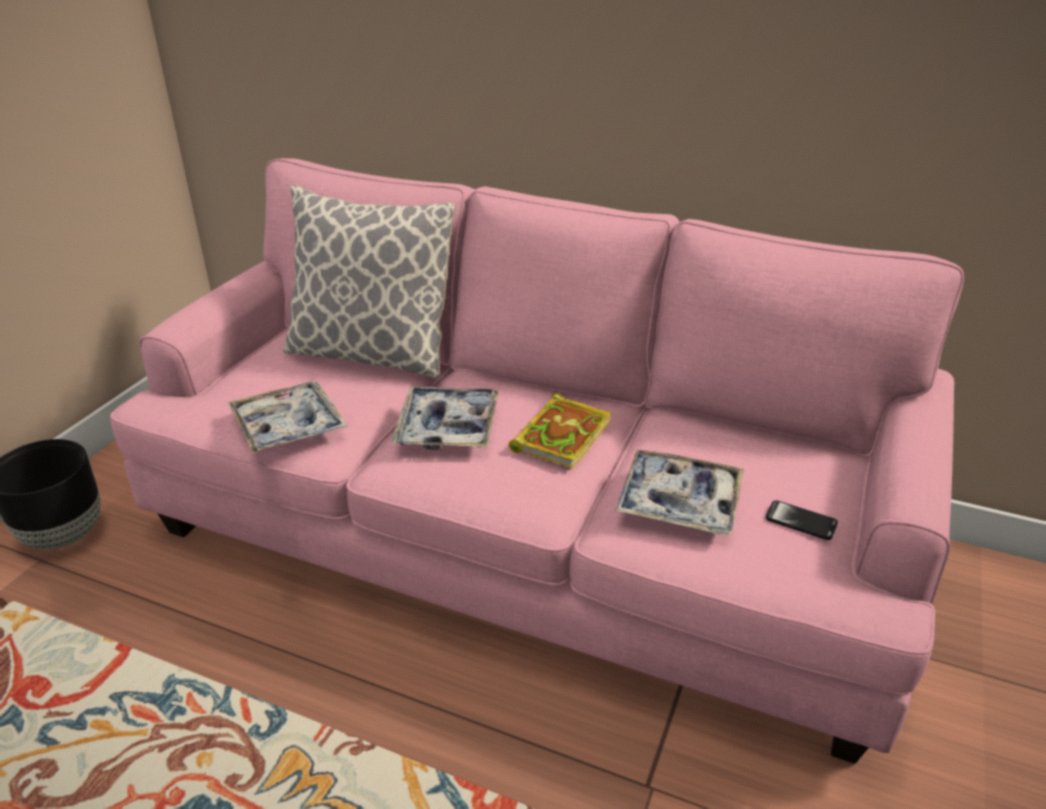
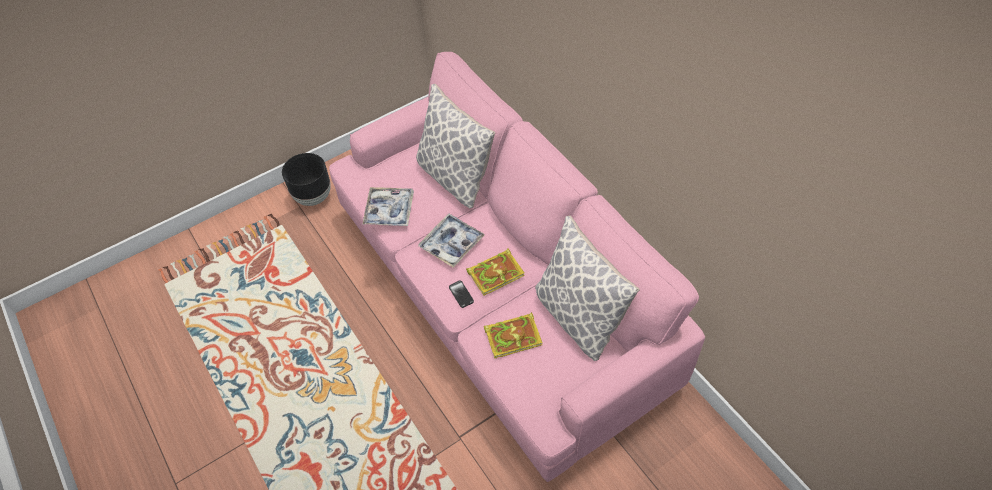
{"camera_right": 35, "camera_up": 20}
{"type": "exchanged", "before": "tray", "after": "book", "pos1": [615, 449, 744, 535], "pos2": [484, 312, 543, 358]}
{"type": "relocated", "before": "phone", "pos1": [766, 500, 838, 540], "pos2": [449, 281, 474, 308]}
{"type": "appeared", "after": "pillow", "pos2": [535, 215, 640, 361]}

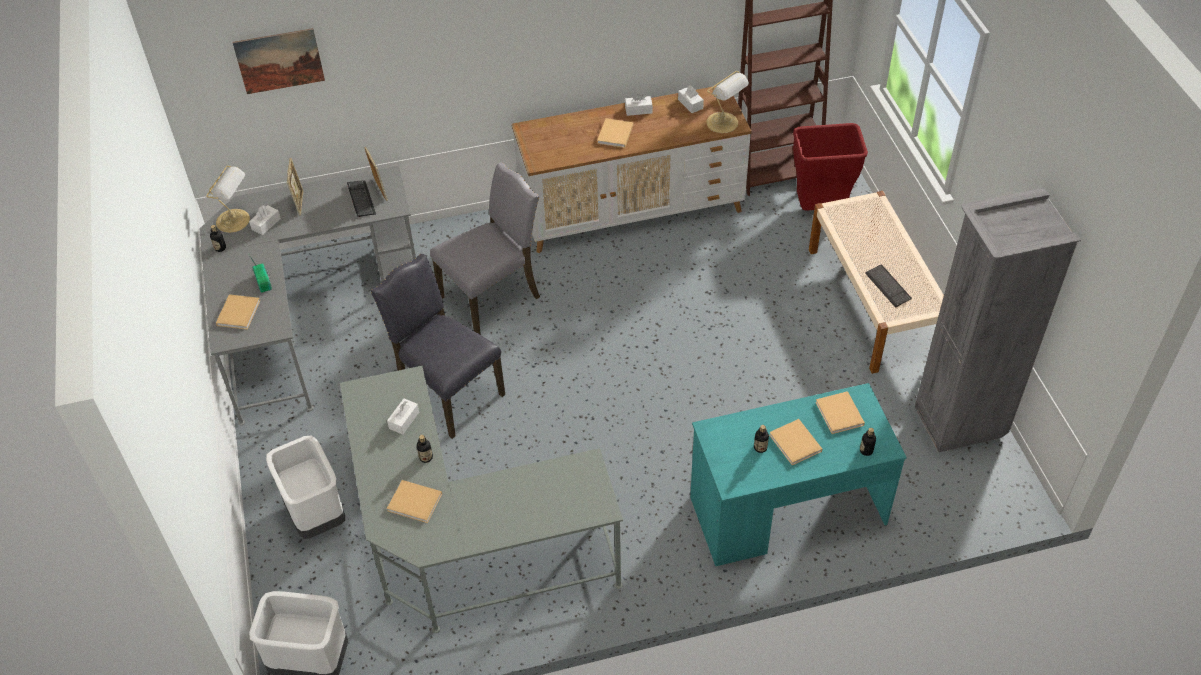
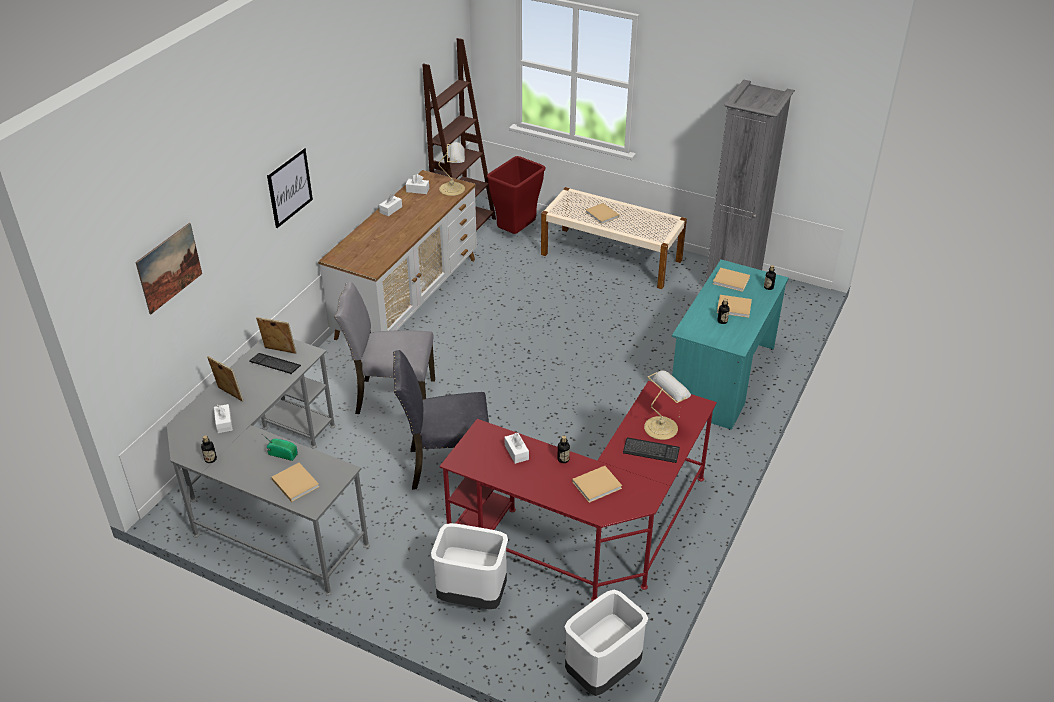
{"camera_right": -50, "camera_up": -10}
{"type": "relocated", "before": "book (beige)", "pos1": [597, 118, 633, 148], "pos2": [585, 203, 619, 224]}
{"type": "spun", "before": "chair (grey)", "pos1": [430, 163, 540, 335], "pos2": [334, 282, 435, 414], "turn": -90}
{"type": "relocated", "before": "table lamp", "pos1": [206, 166, 250, 233], "pos2": [644, 370, 691, 440]}
{"type": "relocated", "before": "keyboard", "pos1": [865, 264, 912, 308], "pos2": [623, 437, 680, 463]}
{"type": "colour", "before": "desk (grey)", "after": "desk (red)", "pos1": [340, 366, 623, 633], "pos2": [440, 381, 717, 601]}
{"type": "appeared", "after": "picture", "pos2": [267, 148, 313, 228]}

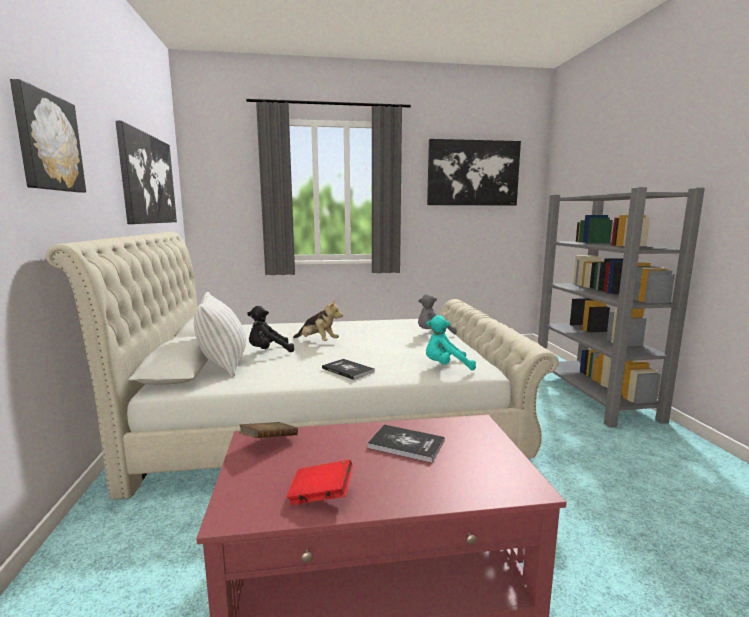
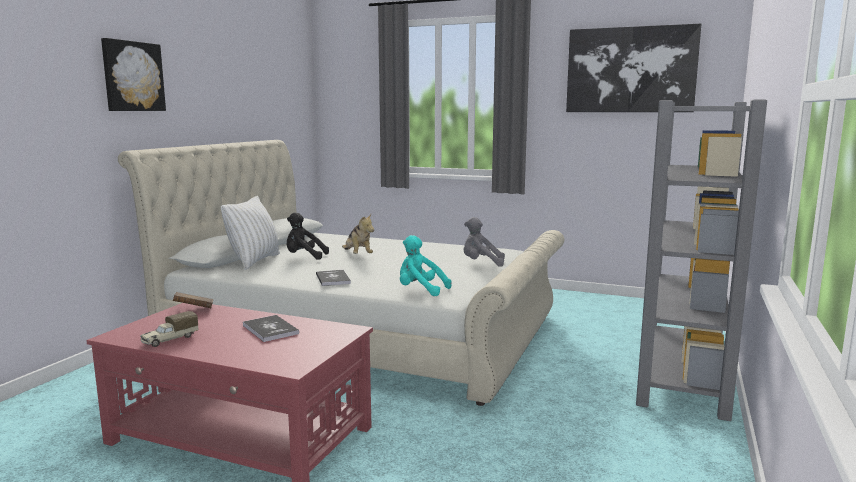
{"camera_right": 30, "camera_up": 0}
{"type": "missing", "before": "picture", "pos1": [116, 121, 177, 224]}
{"type": "exchanged", "before": "book (red)", "after": "toy truck", "pos1": [287, 460, 353, 505], "pos2": [140, 311, 199, 347]}

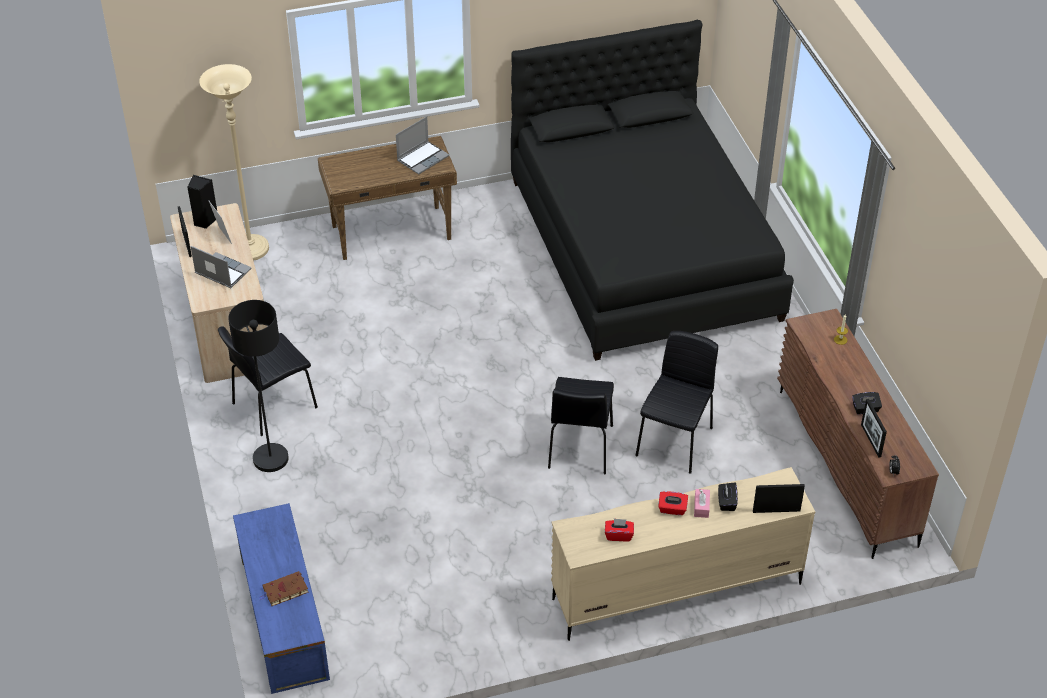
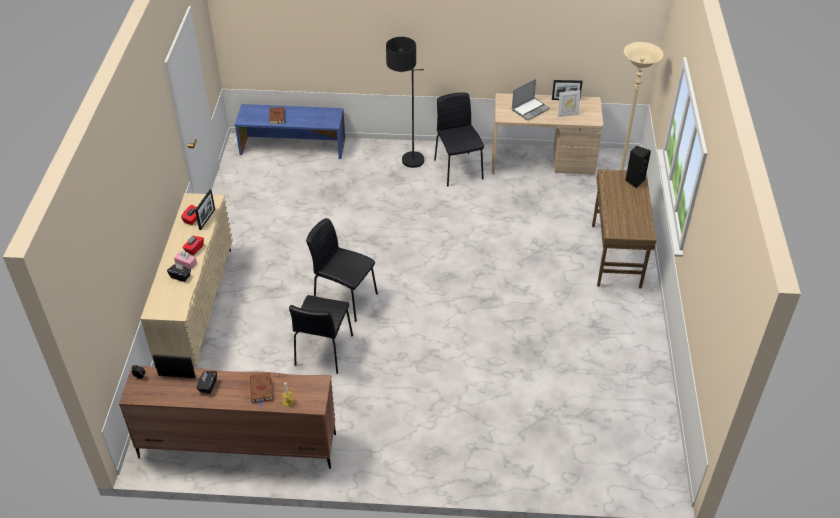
{"camera_right": 110, "camera_up": 0}
{"type": "missing", "before": "bed (black)", "pos1": [511, 20, 794, 361]}
{"type": "missing", "before": "laptop", "pos1": [396, 116, 449, 175]}
{"type": "relocated", "before": "speaker (black)", "pos1": [187, 175, 217, 229], "pos2": [625, 146, 651, 188]}
{"type": "spun", "before": "chair (black)", "pos1": [635, 331, 718, 474], "pos2": [289, 295, 353, 374], "turn": 60}
{"type": "relocated", "before": "picture frame", "pos1": [753, 484, 805, 513], "pos2": [195, 189, 215, 230]}
{"type": "appeared", "after": "book (brown)", "pos2": [250, 373, 272, 407]}

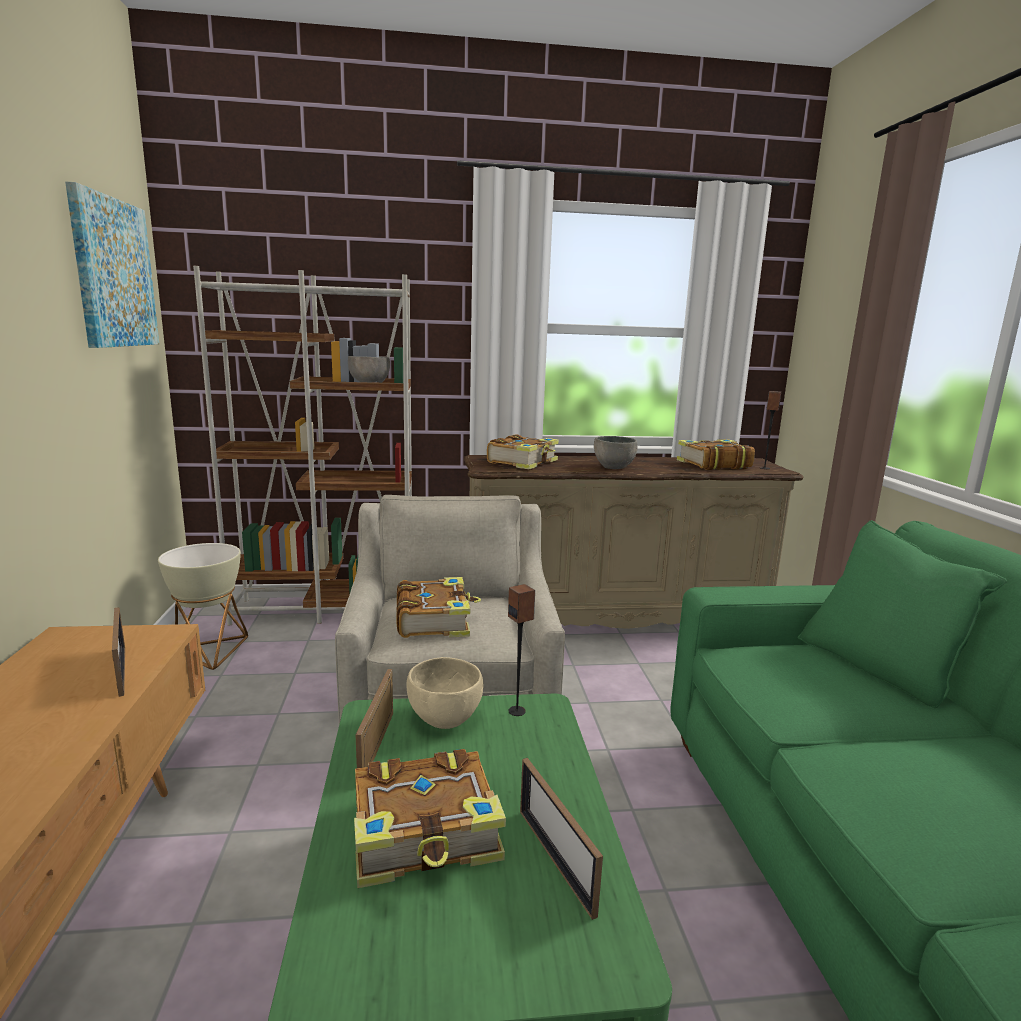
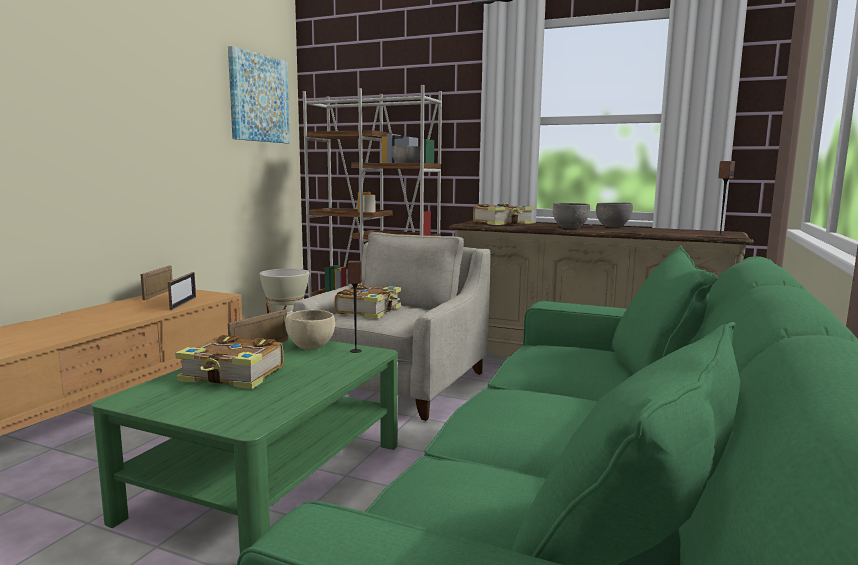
{"camera_right": 30, "camera_up": -5}
{"type": "missing", "before": "book", "pos1": [677, 439, 755, 470]}
{"type": "relocated", "before": "picture frame", "pos1": [520, 758, 603, 920], "pos2": [141, 265, 173, 300]}
{"type": "appeared", "after": "bowl (grey)", "pos2": [596, 203, 633, 227]}

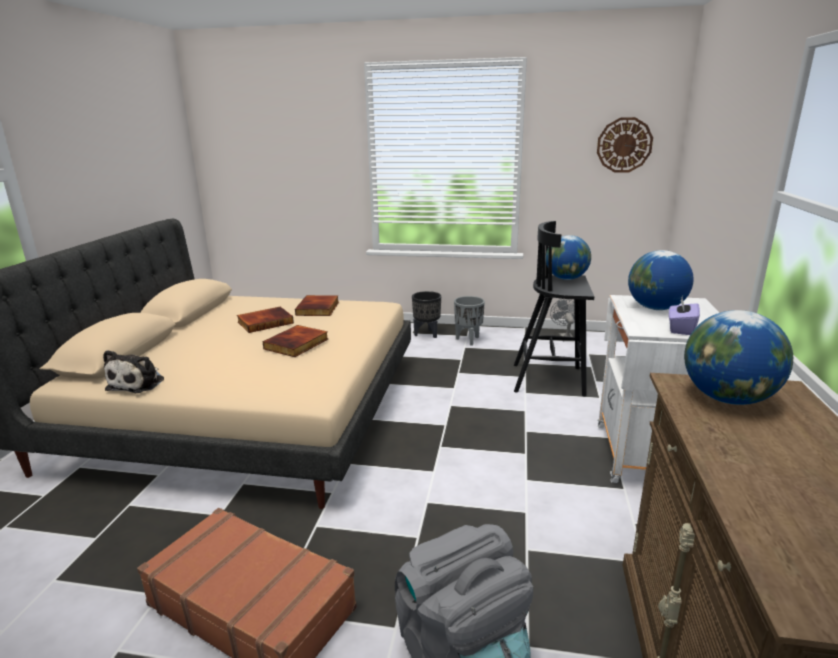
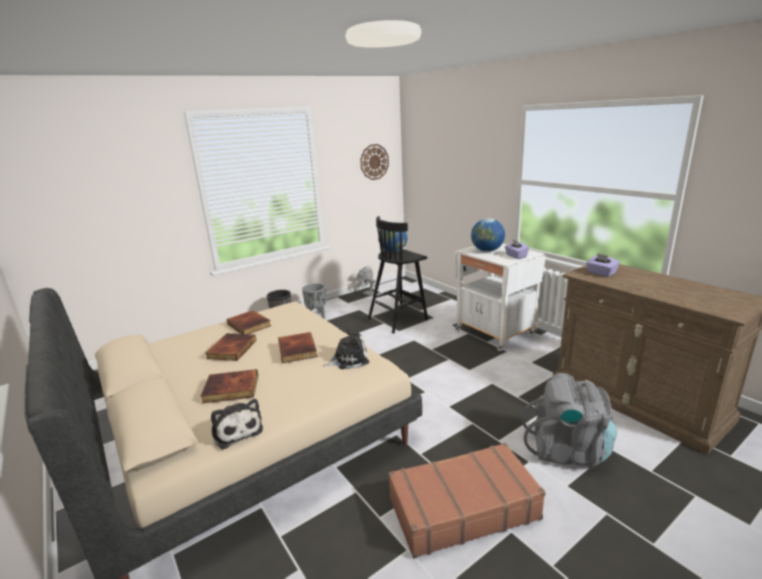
{"camera_right": -45, "camera_up": 0}
{"type": "exchanged", "before": "globe", "after": "tissue box (purple)", "pos1": [684, 310, 793, 405], "pos2": [586, 253, 620, 277]}
{"type": "appeared", "after": "plush toy", "pos2": [323, 329, 369, 369]}
{"type": "appeared", "after": "book", "pos2": [201, 369, 258, 403]}

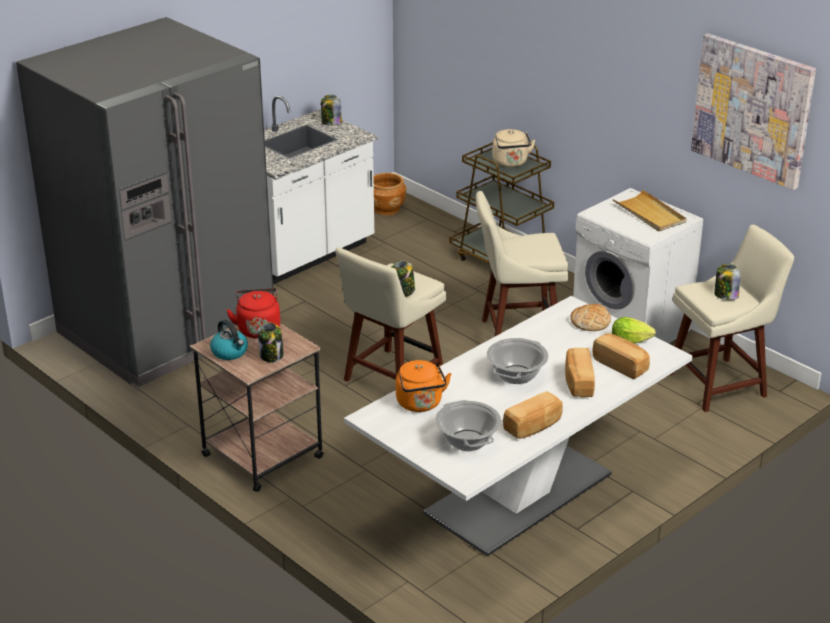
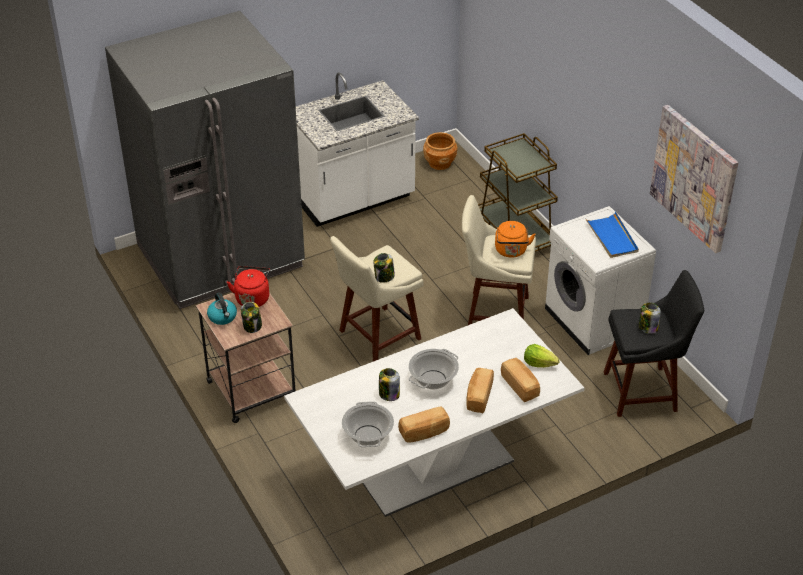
{"camera_right": 15, "camera_up": 10}
{"type": "relocated", "before": "jar", "pos1": [321, 95, 342, 125], "pos2": [379, 368, 400, 401]}
{"type": "missing", "before": "kettle (beige)", "pos1": [492, 129, 536, 167]}
{"type": "colour", "before": "tray (beige)", "after": "tray (blue)", "pos1": [613, 189, 687, 232], "pos2": [585, 212, 639, 258]}
{"type": "colour", "before": "stool (beige)", "after": "stool (black)", "pos1": [670, 225, 794, 412], "pos2": [604, 270, 704, 417]}
{"type": "missing", "before": "bread", "pos1": [570, 304, 611, 331]}
{"type": "relocated", "before": "kettle (orange)", "pos1": [396, 360, 451, 412], "pos2": [495, 221, 536, 258]}

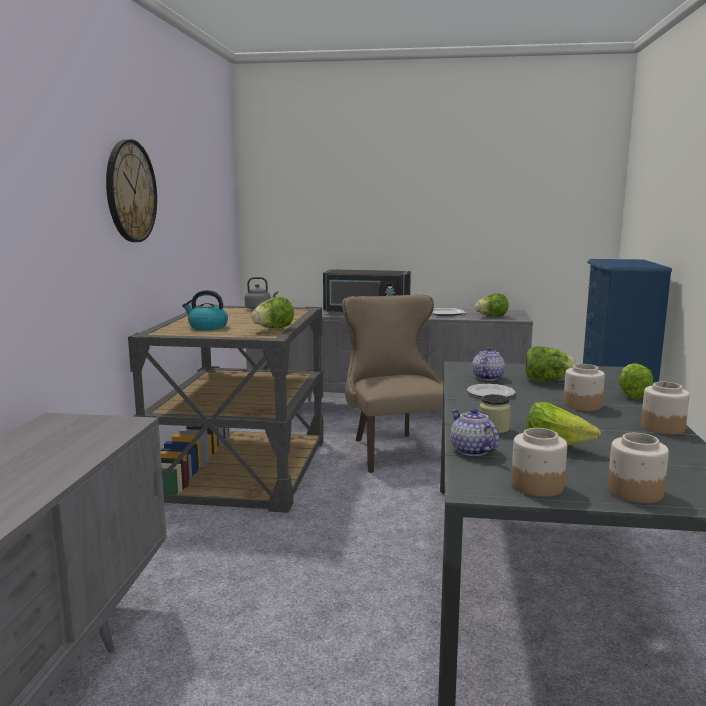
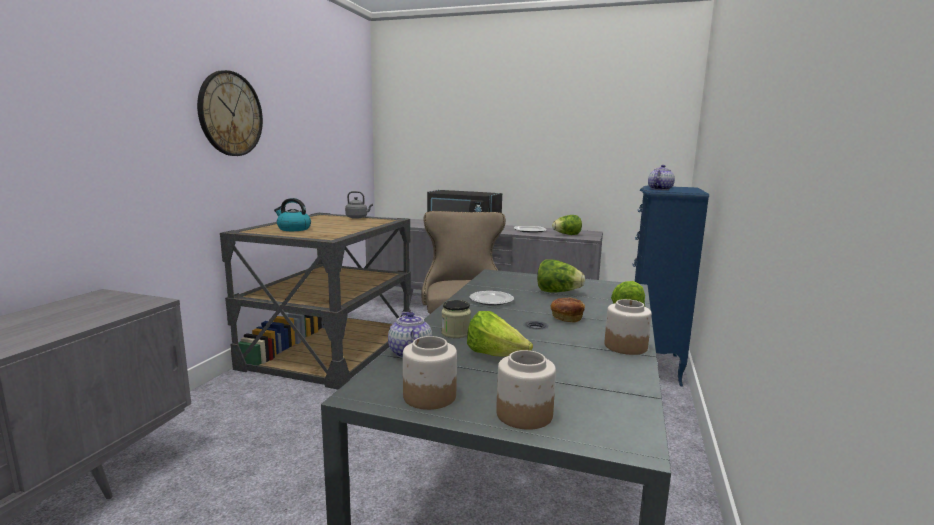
{"camera_right": 10, "camera_up": 0}
{"type": "missing", "before": "lettuce", "pos1": [251, 297, 294, 328]}
{"type": "relocated", "before": "teapot", "pos1": [472, 347, 505, 380], "pos2": [648, 165, 675, 190]}
{"type": "exchanged", "before": "jar", "after": "bread", "pos1": [563, 364, 605, 411], "pos2": [550, 298, 585, 322]}

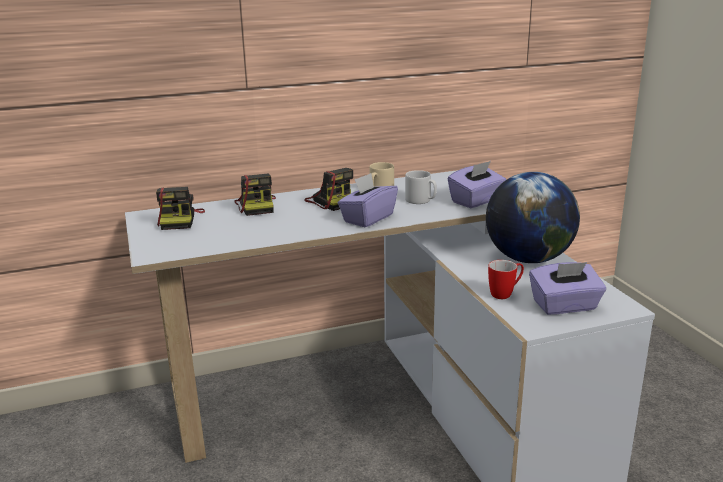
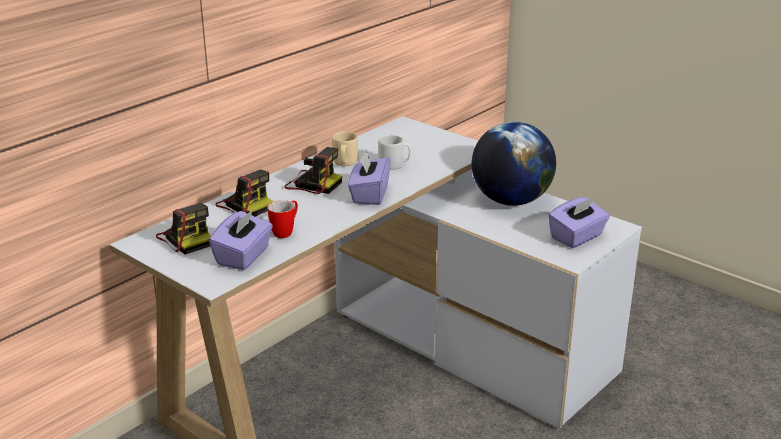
{"camera_right": -30, "camera_up": 5}
{"type": "relocated", "before": "tissue box (purple)", "pos1": [448, 161, 506, 208], "pos2": [209, 210, 273, 270]}
{"type": "relocated", "before": "mug", "pos1": [488, 260, 524, 299], "pos2": [267, 200, 298, 238]}

